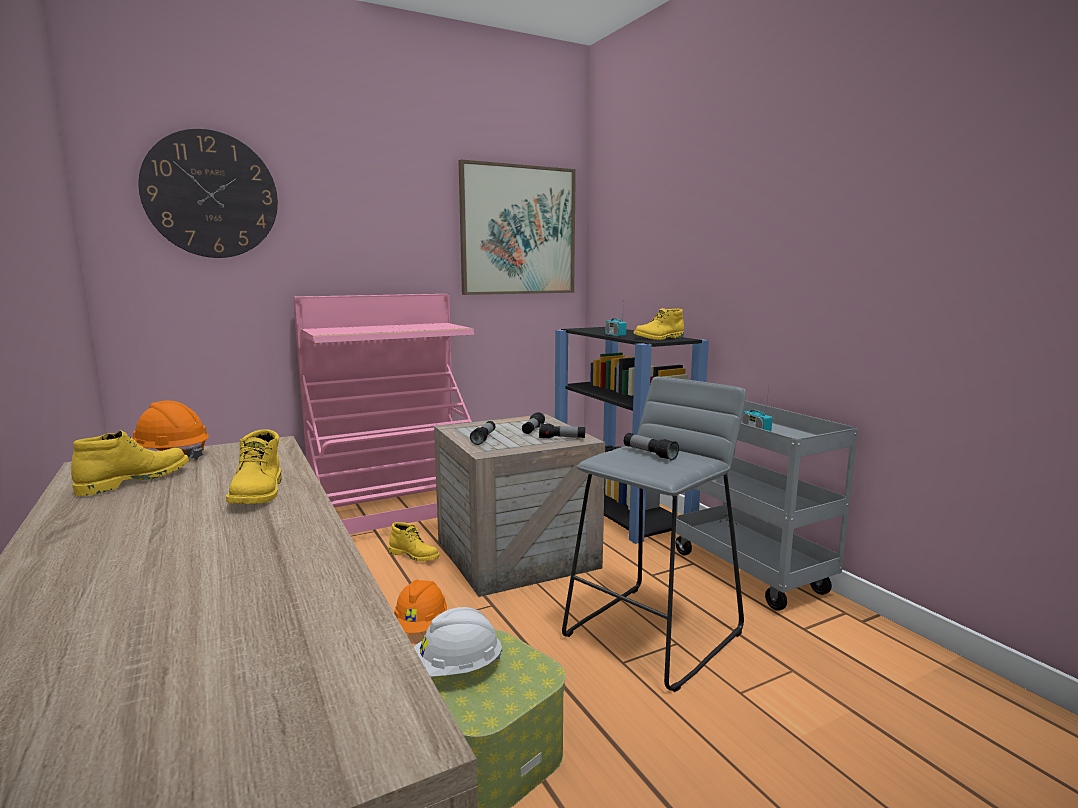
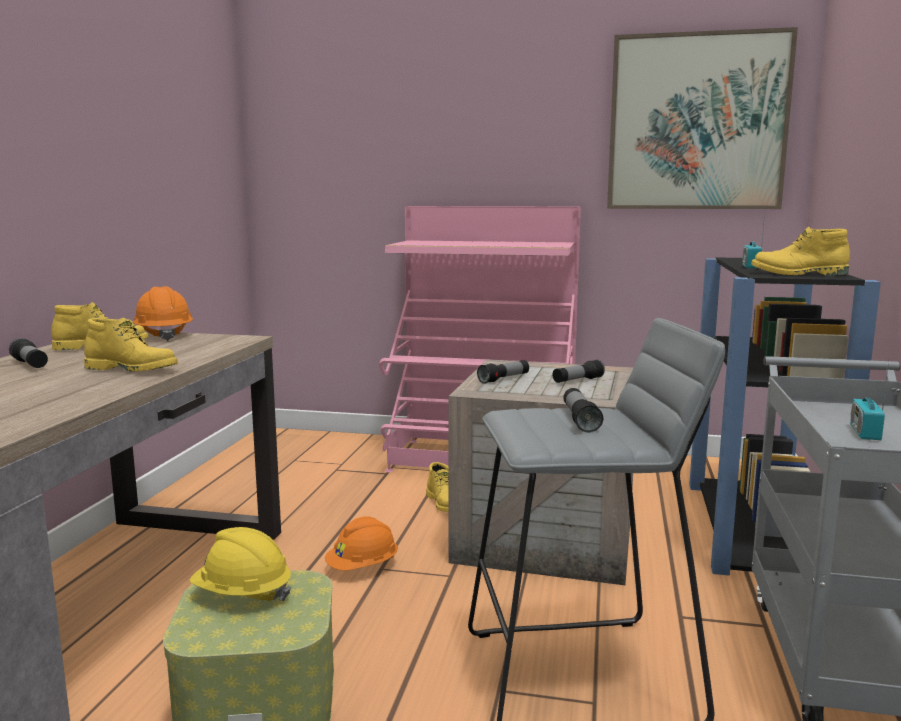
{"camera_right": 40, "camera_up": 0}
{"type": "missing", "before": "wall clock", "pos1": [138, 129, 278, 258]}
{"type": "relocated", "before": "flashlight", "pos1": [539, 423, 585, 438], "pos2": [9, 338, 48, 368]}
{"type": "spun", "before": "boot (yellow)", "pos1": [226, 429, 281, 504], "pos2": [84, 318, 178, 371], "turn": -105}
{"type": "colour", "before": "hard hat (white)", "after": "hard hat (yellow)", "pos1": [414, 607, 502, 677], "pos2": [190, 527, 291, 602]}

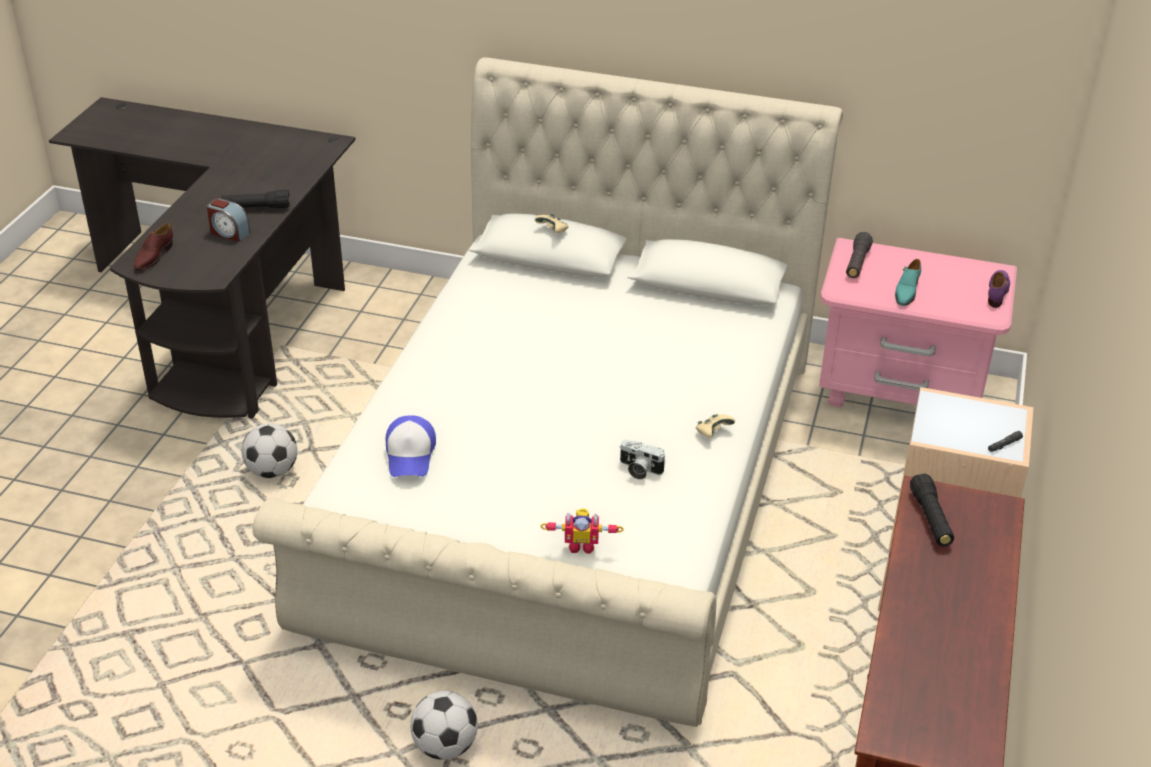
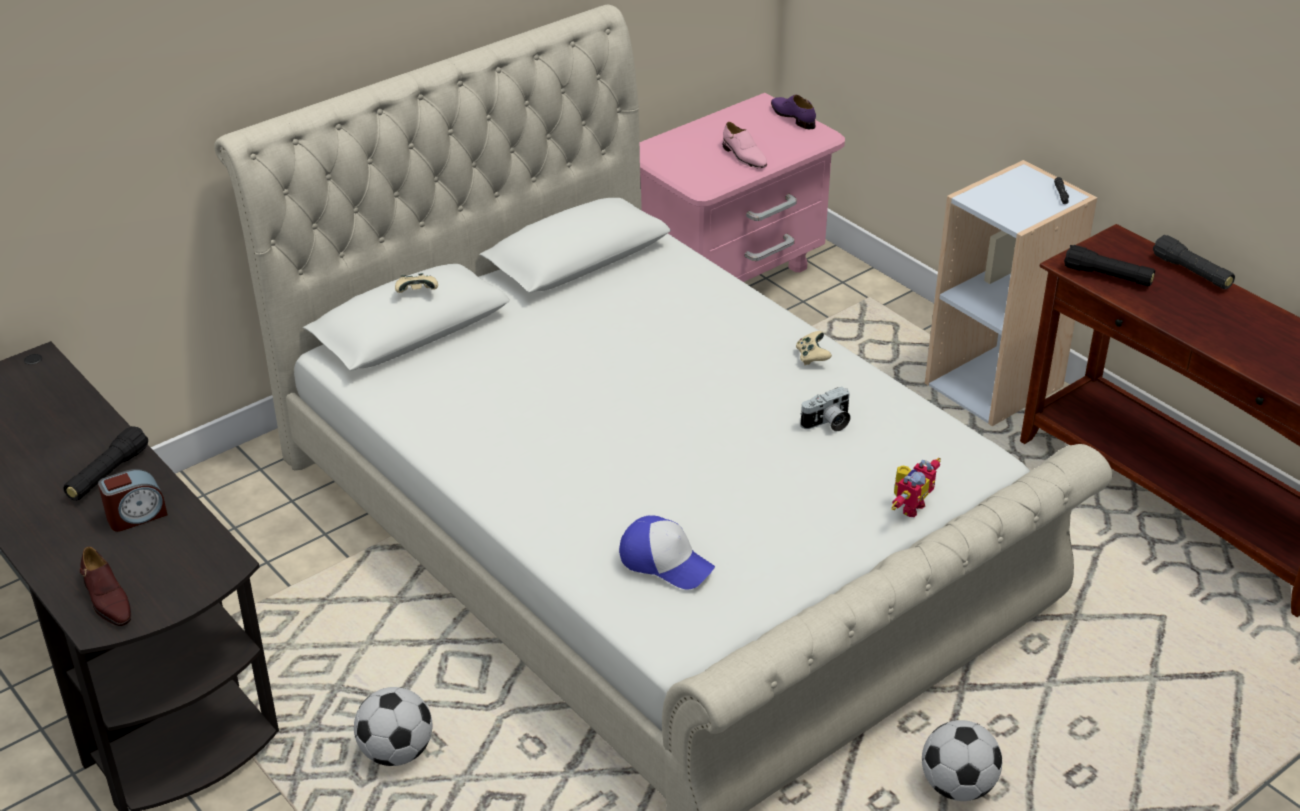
{"camera_right": -55, "camera_up": 0}
{"type": "relocated", "before": "flashlight (black)", "pos1": [846, 232, 873, 278], "pos2": [1153, 235, 1235, 289]}
{"type": "colour", "before": "shoe (turquoise)", "after": "shoe (pink)", "pos1": [895, 259, 921, 306], "pos2": [723, 122, 767, 169]}

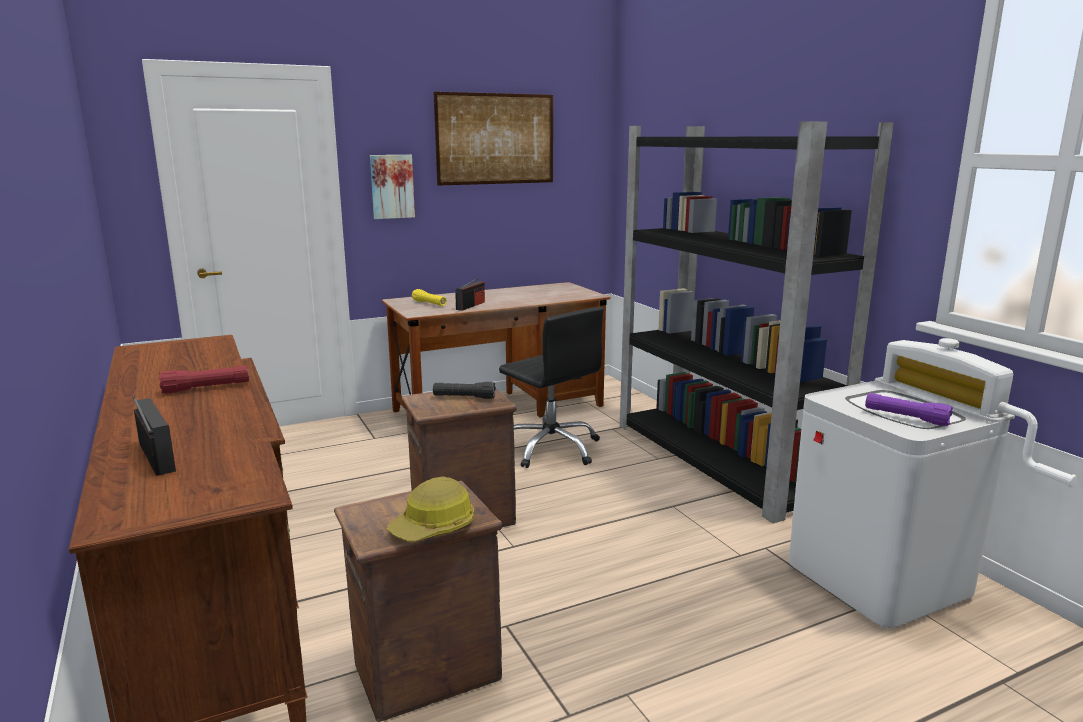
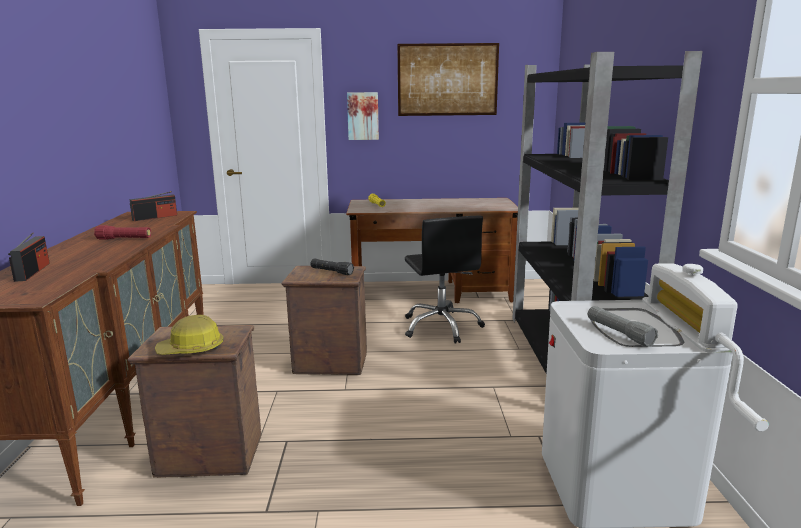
{"camera_right": 25, "camera_up": 0}
{"type": "relocated", "before": "radio", "pos1": [455, 278, 485, 311], "pos2": [130, 191, 177, 221]}
{"type": "colour", "before": "flashlight (purple)", "after": "flashlight (grey)", "pos1": [865, 393, 953, 426], "pos2": [588, 306, 658, 346]}

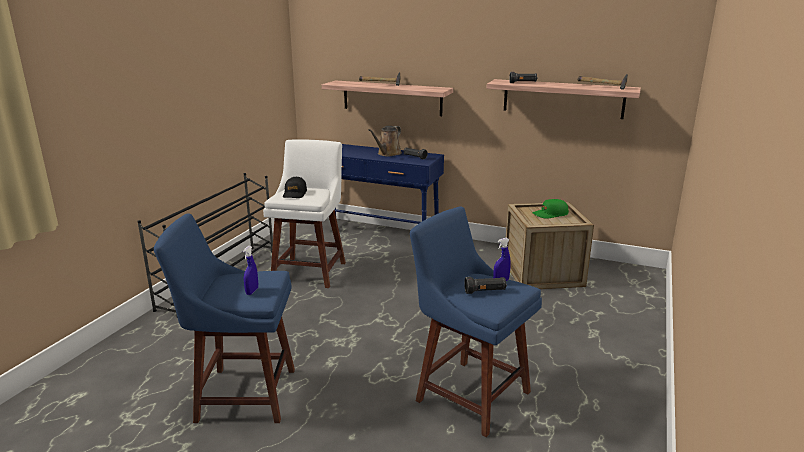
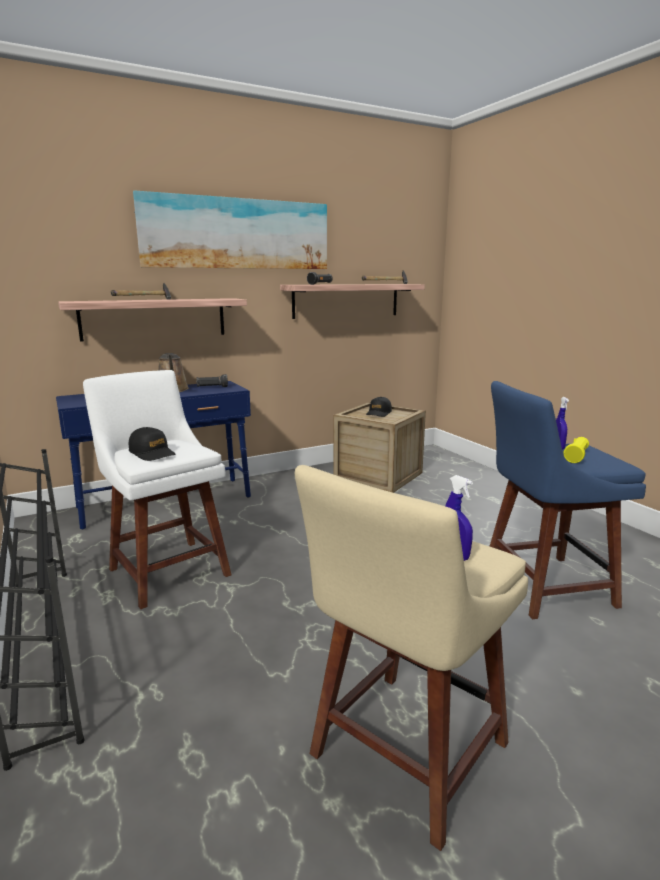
{"camera_right": -50, "camera_up": -5}
{"type": "colour", "before": "cap (green)", "after": "cap (black)", "pos1": [532, 199, 569, 219], "pos2": [366, 397, 392, 417]}
{"type": "colour", "before": "stool (blue)", "after": "stool (beige)", "pos1": [154, 214, 295, 423], "pos2": [295, 465, 528, 851]}
{"type": "colour", "before": "flashlight (black)", "after": "flashlight (yellow)", "pos1": [464, 277, 507, 294], "pos2": [563, 437, 589, 463]}
{"type": "appeared", "after": "picture", "pos2": [133, 190, 327, 269]}

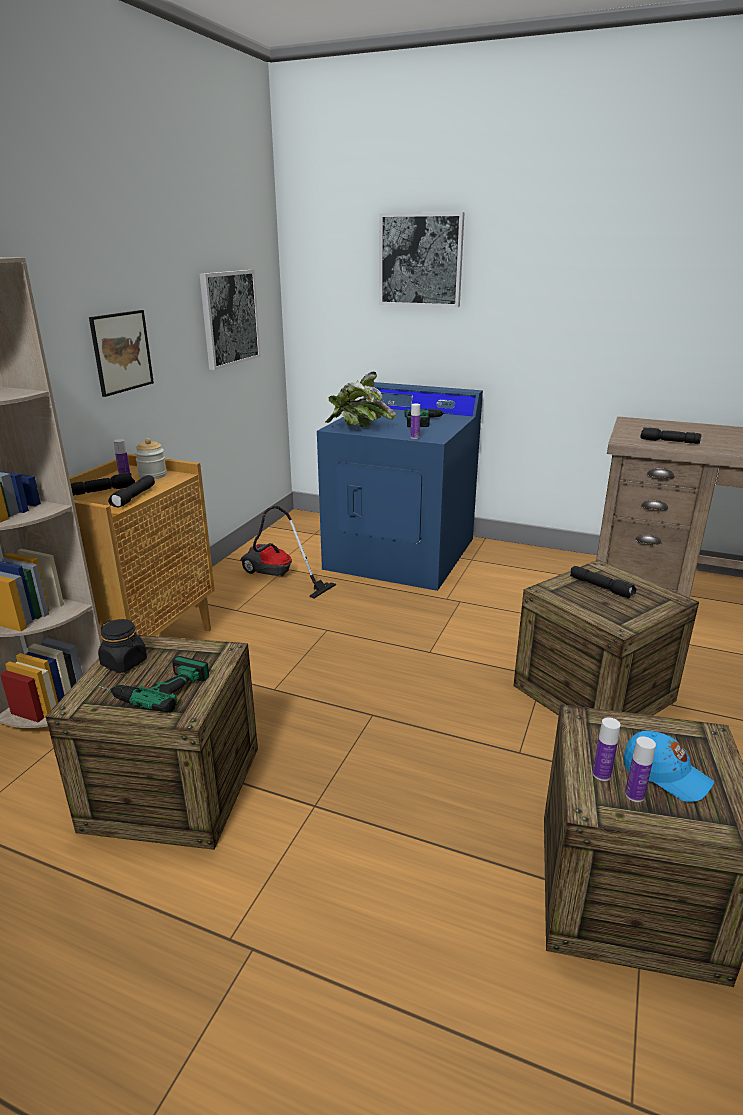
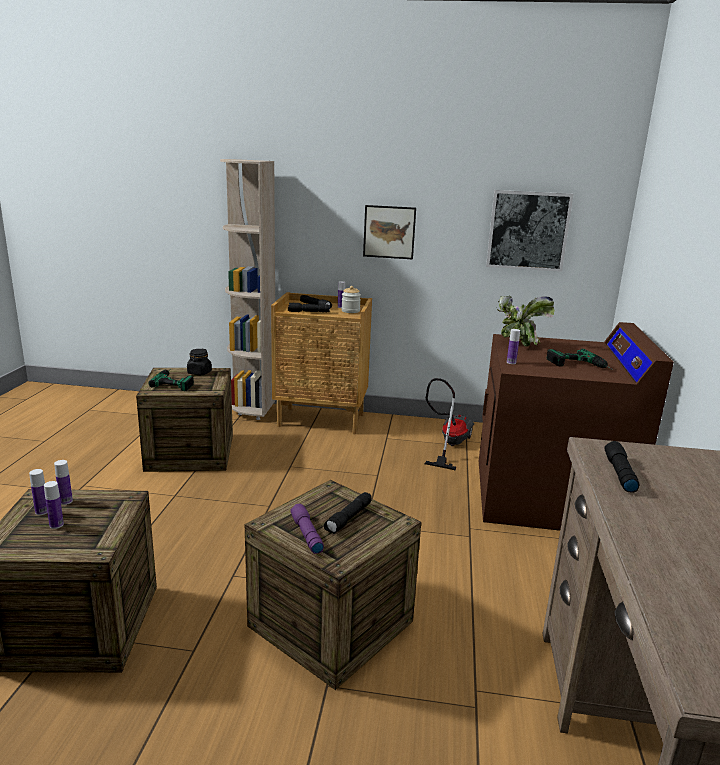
{"camera_right": 75, "camera_up": -5}
{"type": "missing", "before": "picture", "pos1": [379, 212, 465, 307]}
{"type": "colour", "before": "washing machine (blue)", "after": "washing machine (brown)", "pos1": [317, 382, 483, 591], "pos2": [479, 322, 674, 531]}
{"type": "exchanged", "before": "cap (blue)", "after": "bottle", "pos1": [624, 731, 714, 802], "pos2": [44, 481, 64, 529]}
{"type": "appeared", "after": "flashlight (purple)", "pos2": [290, 504, 324, 554]}

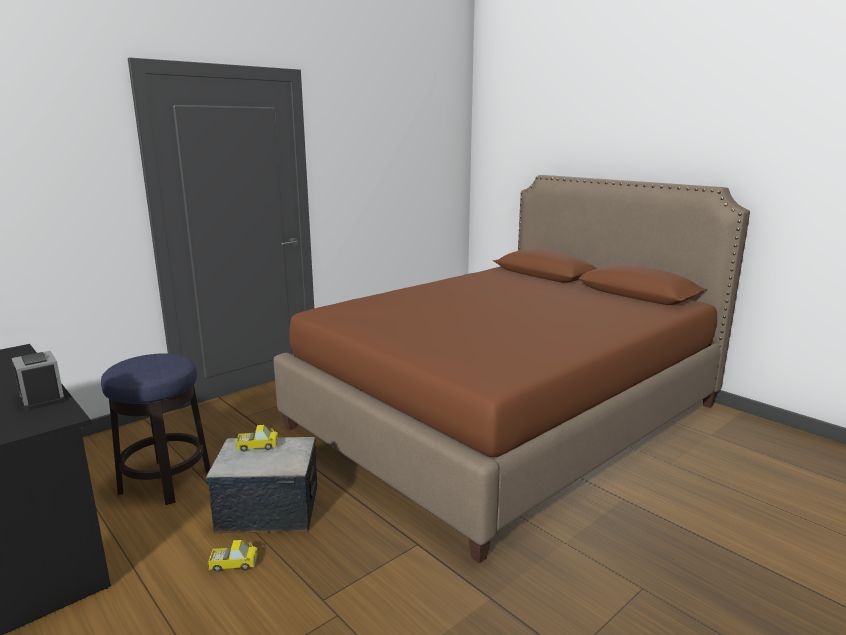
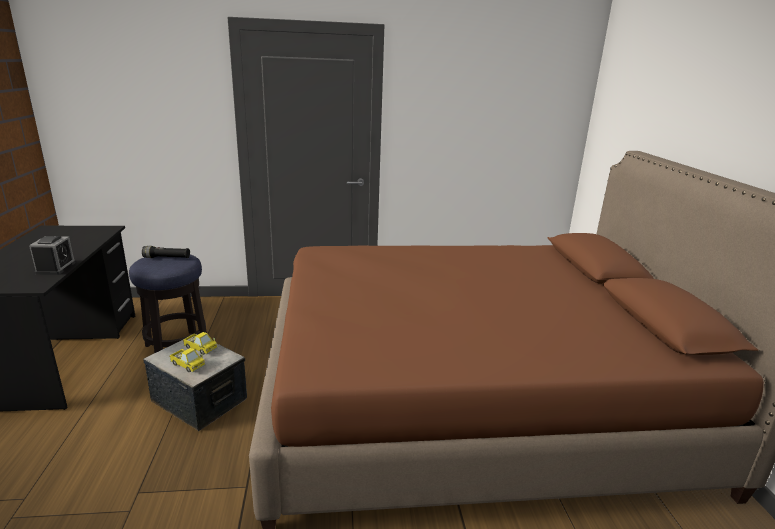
{"camera_right": 35, "camera_up": 5}
{"type": "relocated", "before": "toy truck", "pos1": [208, 540, 258, 572], "pos2": [169, 348, 205, 372]}
{"type": "appeared", "after": "flashlight (black)", "pos2": [142, 246, 190, 258]}

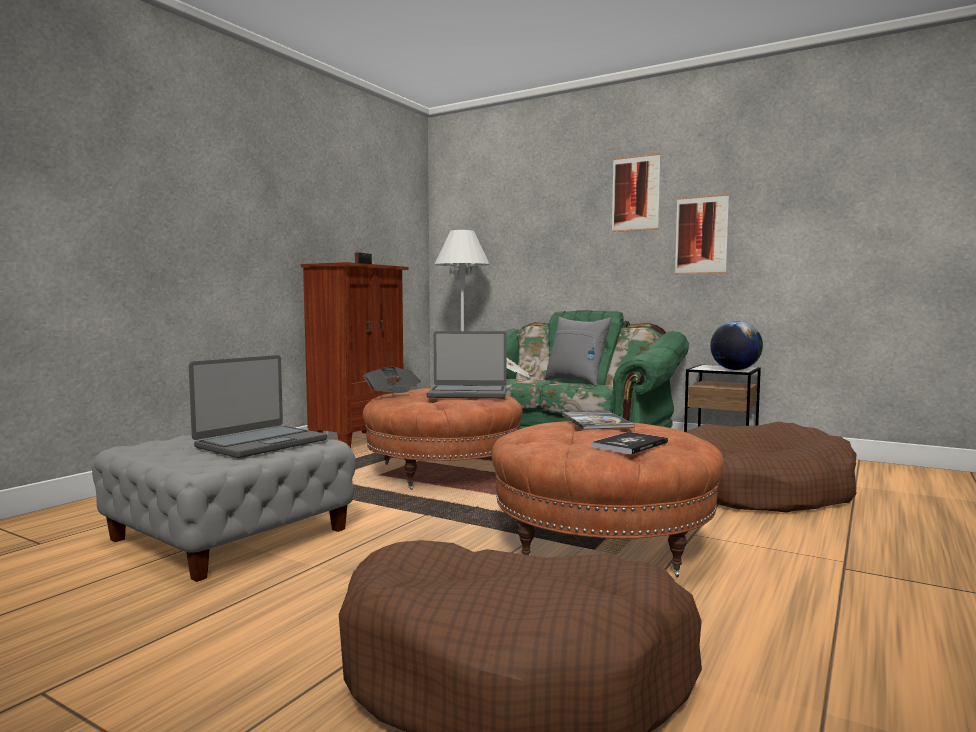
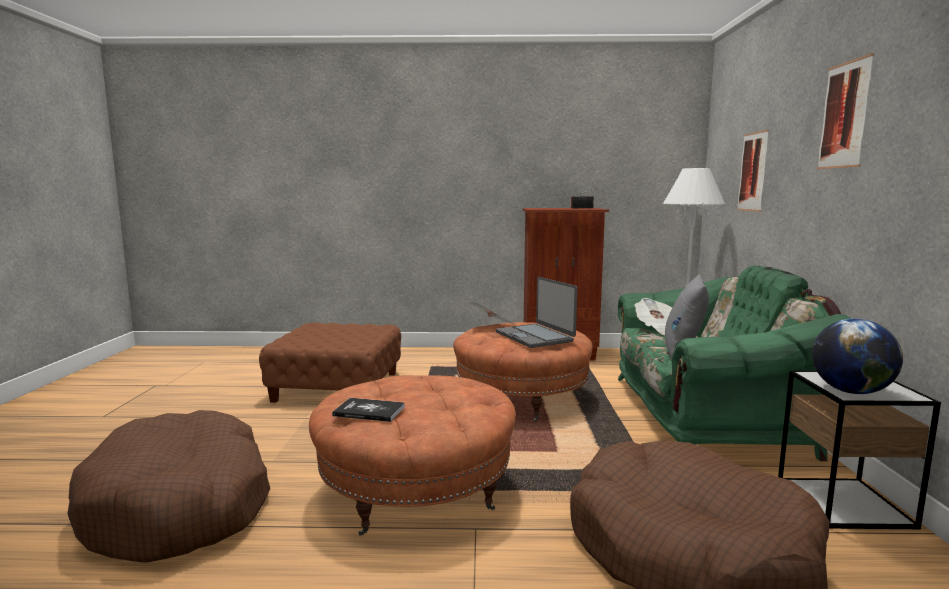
{"camera_right": 60, "camera_up": 5}
{"type": "relocated", "before": "picture", "pos1": [675, 194, 729, 274], "pos2": [737, 130, 769, 211]}
{"type": "missing", "before": "laptop", "pos1": [189, 355, 327, 458]}
{"type": "missing", "before": "book", "pos1": [562, 411, 634, 430]}
{"type": "colour", "before": "ottoman (grey)", "after": "ottoman (brown)", "pos1": [92, 428, 356, 582], "pos2": [259, 322, 401, 403]}

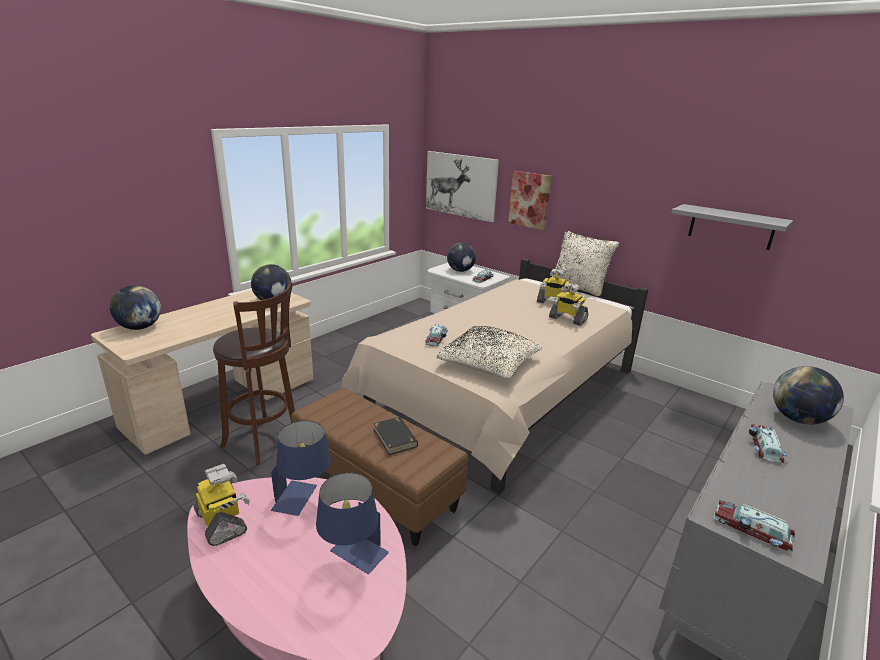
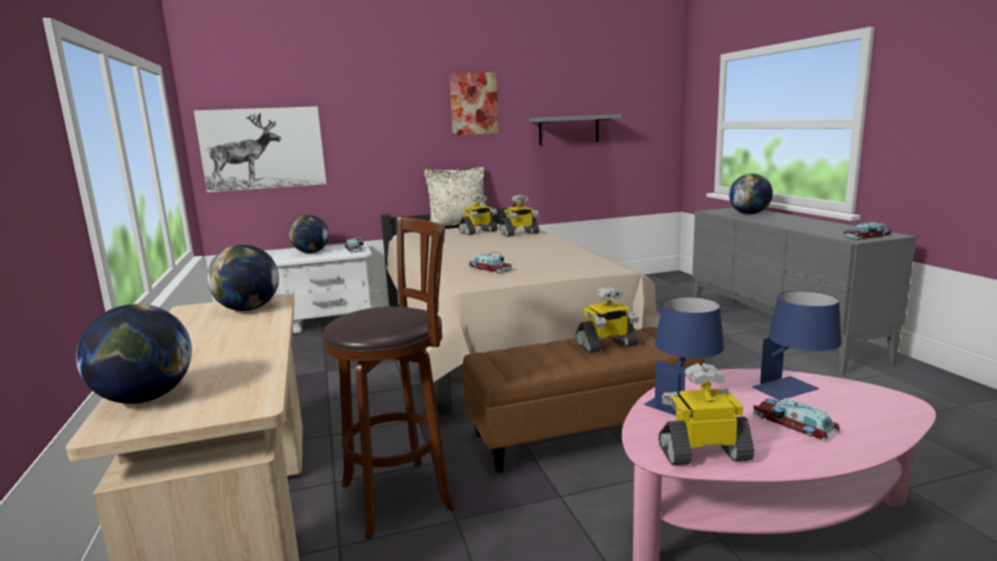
{"camera_right": -55, "camera_up": -10}
{"type": "relocated", "before": "picture", "pos1": [508, 171, 552, 230], "pos2": [449, 72, 499, 135]}
{"type": "missing", "before": "pillow (beige)", "pos1": [437, 326, 542, 379]}
{"type": "exchanged", "before": "book (black)", "after": "toy robot", "pos1": [373, 417, 418, 455], "pos2": [575, 286, 639, 353]}
{"type": "relocated", "before": "toy car", "pos1": [749, 424, 788, 465], "pos2": [753, 398, 840, 441]}

